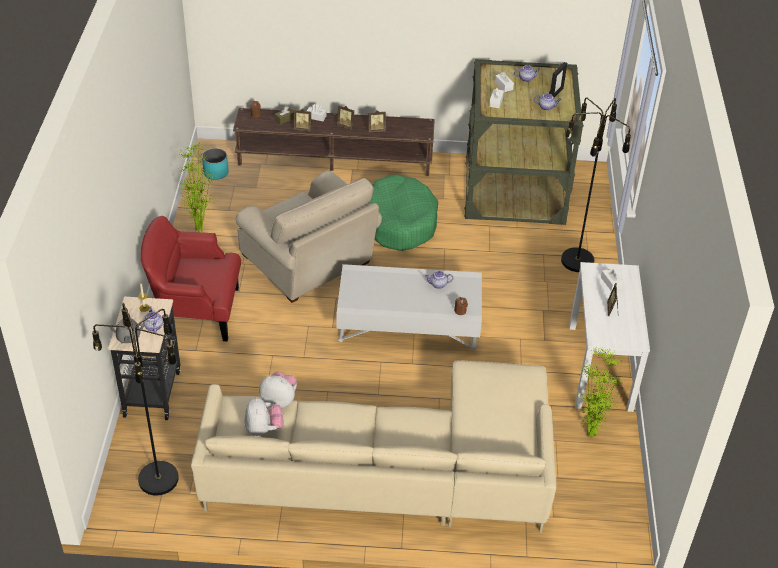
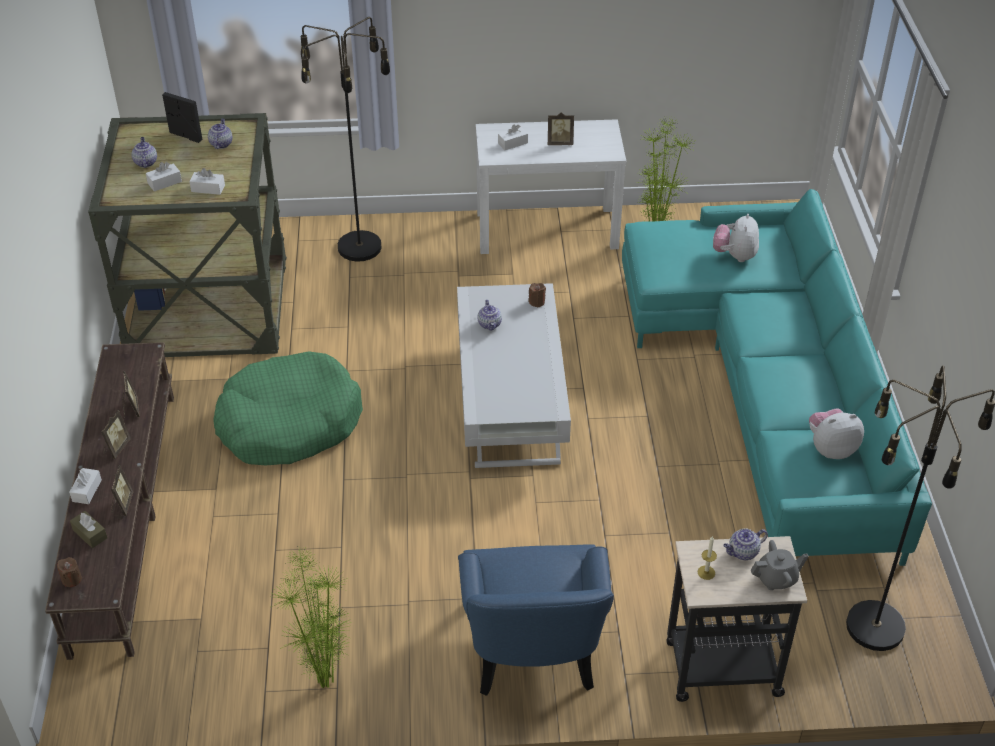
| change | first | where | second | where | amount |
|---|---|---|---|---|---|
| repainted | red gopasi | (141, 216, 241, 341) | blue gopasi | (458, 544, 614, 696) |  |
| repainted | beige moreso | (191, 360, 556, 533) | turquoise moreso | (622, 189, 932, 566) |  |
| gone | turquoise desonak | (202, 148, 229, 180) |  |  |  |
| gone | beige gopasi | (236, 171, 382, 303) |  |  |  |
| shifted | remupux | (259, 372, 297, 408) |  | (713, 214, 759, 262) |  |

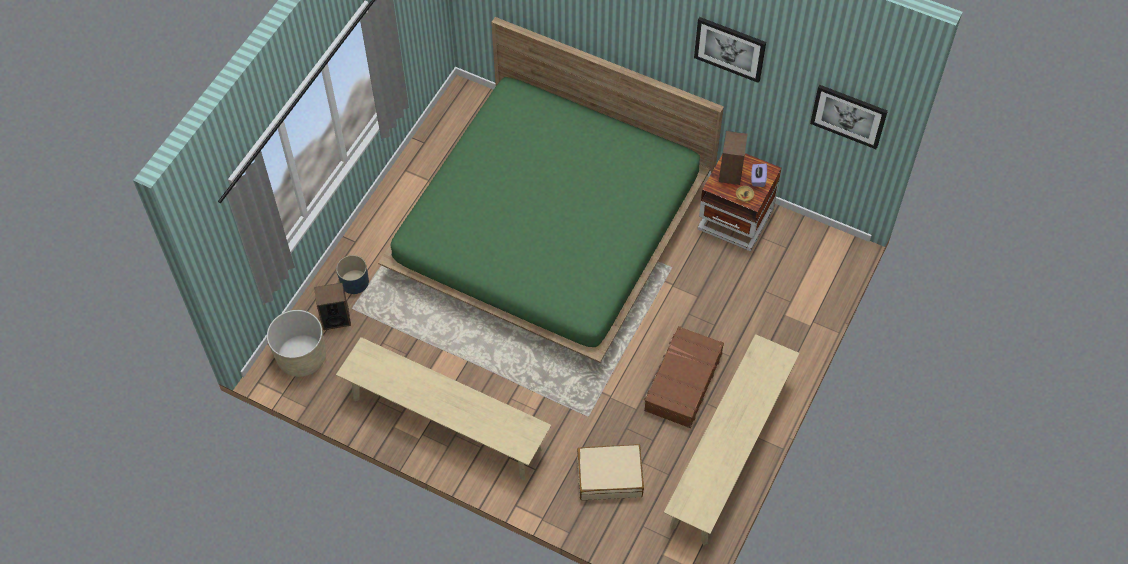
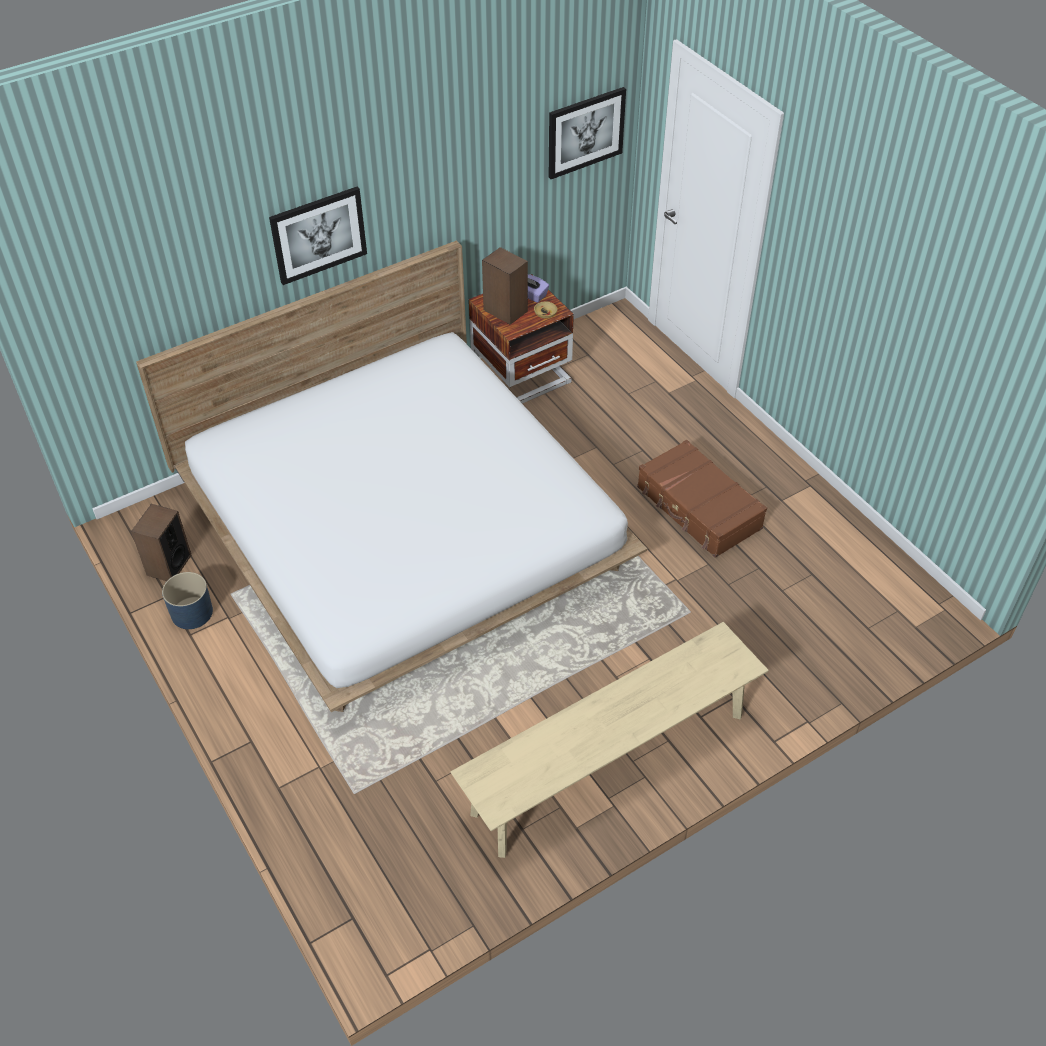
| change | first | where | second | where | amount |
|---|---|---|---|---|---|
| gone | beige desonak | (267, 310, 326, 377) |  |  |  |
| shifted | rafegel | (314, 283, 351, 330) |  | (131, 504, 191, 581) |  |
| shifted | blue desonak | (336, 255, 369, 294) |  | (162, 572, 213, 629) |  |
| repainted | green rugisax | (378, 17, 724, 363) | white rugisax | (136, 241, 647, 712) |  |
| gone | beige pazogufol | (577, 444, 644, 500) |  |  |  |
| gone | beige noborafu | (664, 334, 799, 545) |  |  |  |
| shifted | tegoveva | (694, 17, 766, 83) |  | (269, 187, 367, 285) |  |

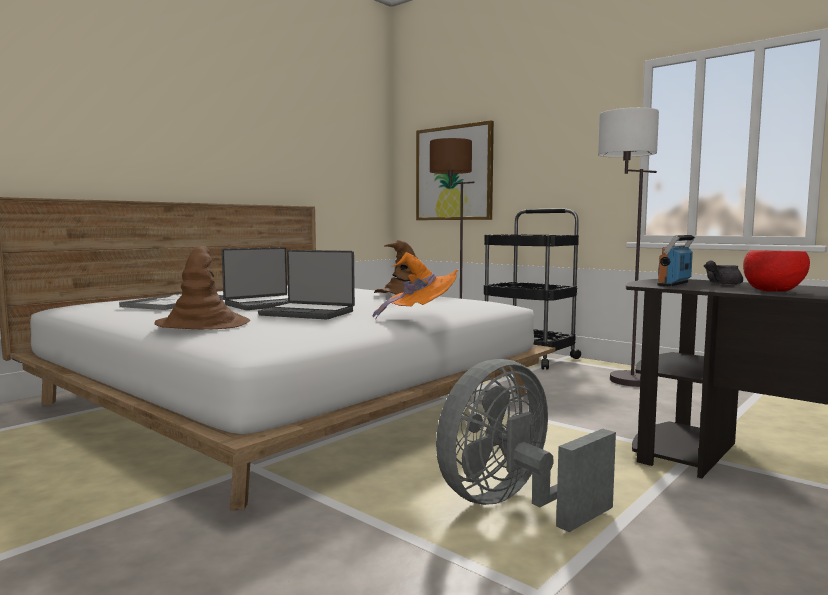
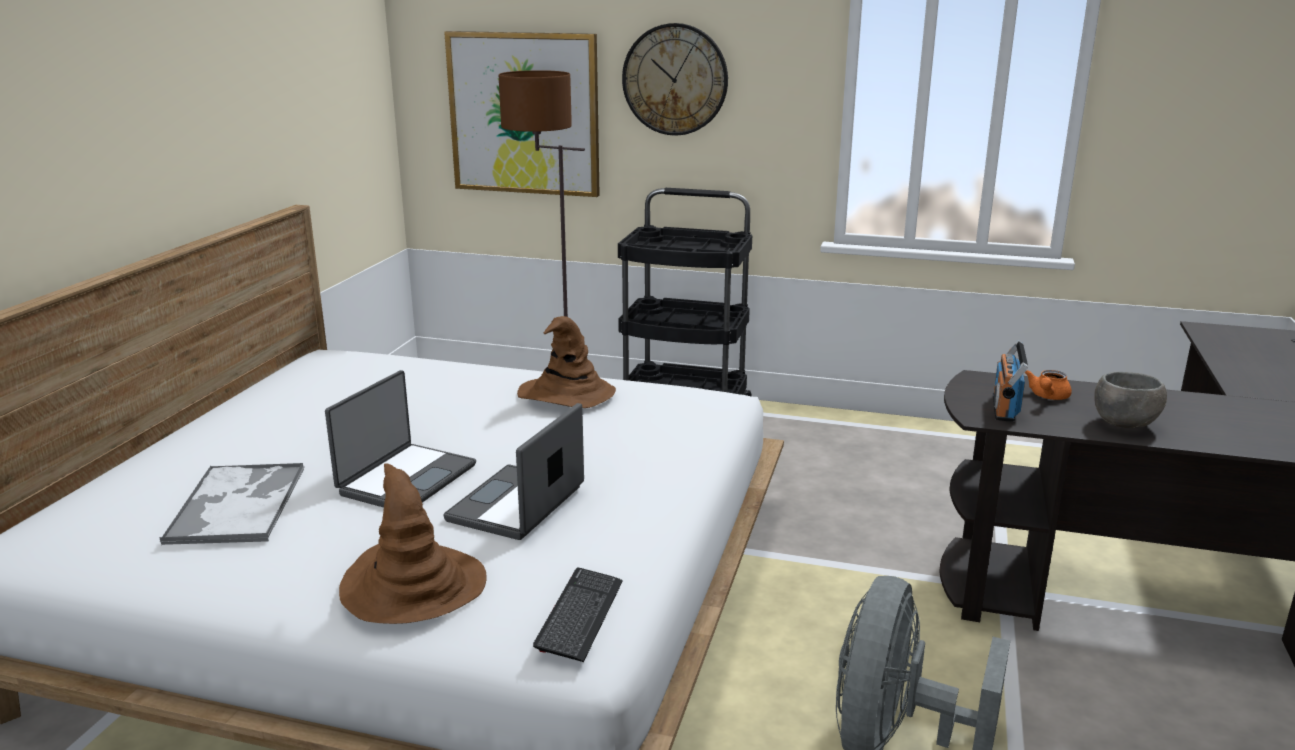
| change | first | where | second | where | amount |
|---|---|---|---|---|---|
| rotated | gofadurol | (258, 250, 355, 319) |  | (443, 403, 584, 540) | 120 degrees clockwise |
| gone | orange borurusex | (373, 252, 459, 319) |  |  |  |
| gone | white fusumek | (598, 107, 659, 387) |  |  |  |
| repainted | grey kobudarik | (704, 260, 743, 285) | orange kobudarik | (1025, 370, 1072, 400) |  |
| repainted | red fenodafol | (743, 250, 810, 292) | grey fenodafol | (1094, 372, 1167, 428) |  |
| new |  |  | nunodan | (533, 567, 623, 662) |  |
| new |  |  | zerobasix | (622, 23, 728, 135) |  |

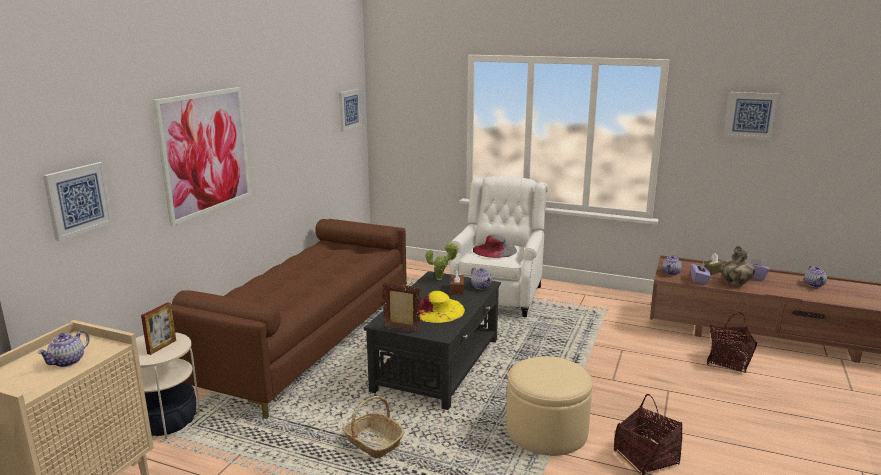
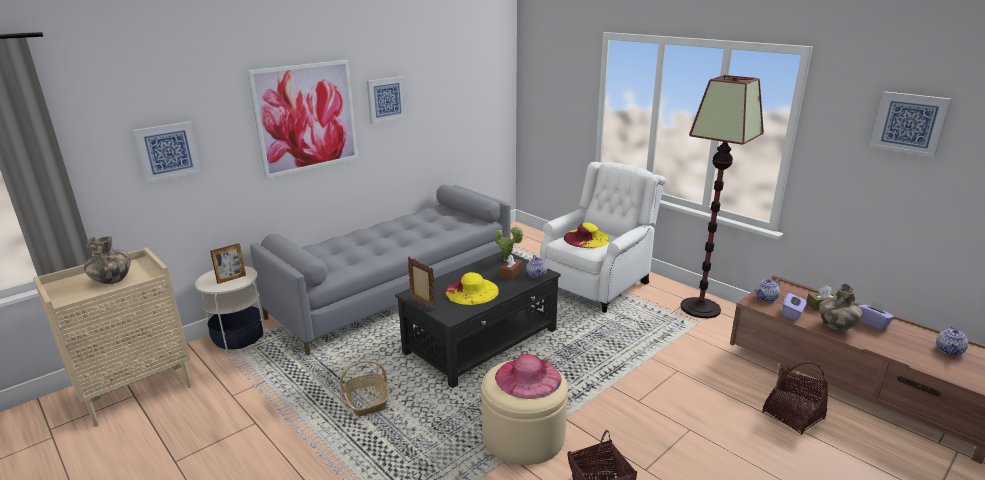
| change | first | where | second | where | amount |
|---|---|---|---|---|---|
| swapped | kobudarik | (37, 330, 89, 367) | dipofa | (84, 236, 131, 284) |  |
| repainted | brown moreso | (171, 219, 407, 419) | grey moreso | (250, 185, 511, 356) |  |
| shifted | tegoveva | (339, 89, 362, 132) |  | (367, 76, 407, 124) |  |
| repainted | grey borurusex | (473, 234, 517, 258) | yellow borurusex | (564, 223, 610, 248) |  |
| new |  |  | pink borurusex | (495, 354, 562, 399) |  |
| new |  |  | fusumek | (680, 75, 764, 319) |  |

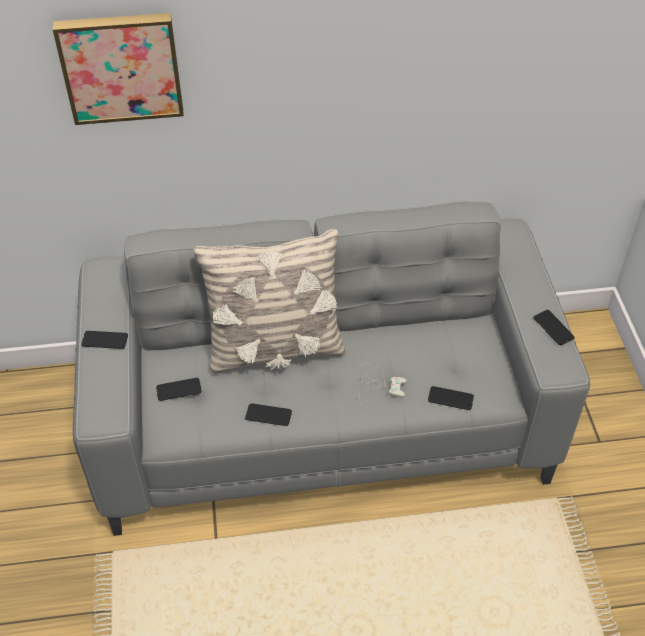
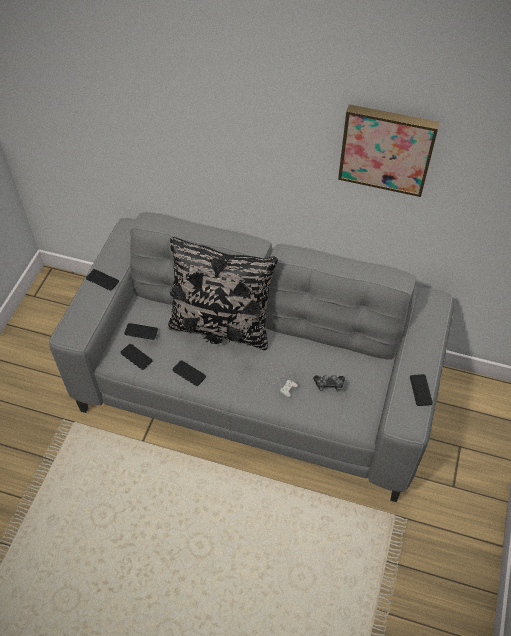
| change | first | where | second | where | amount |
|---|---|---|---|---|---|
| shifted | tegoveva | (53, 13, 184, 125) |  | (338, 104, 440, 197) |  |
| repainted | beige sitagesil | (194, 229, 346, 374) | black sitagesil | (168, 237, 278, 350) |  |
| shifted | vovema | (428, 386, 474, 410) |  | (120, 344, 152, 370) |  |
| new |  |  | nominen | (313, 375, 345, 391) |  |

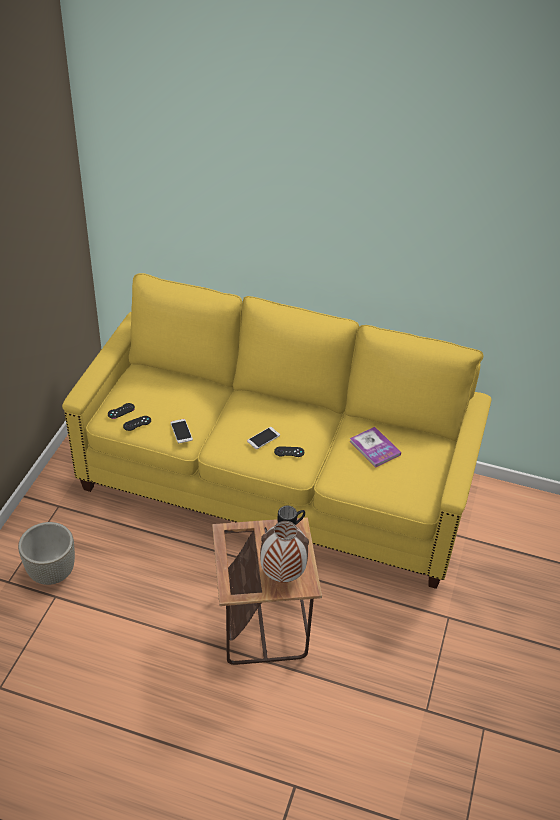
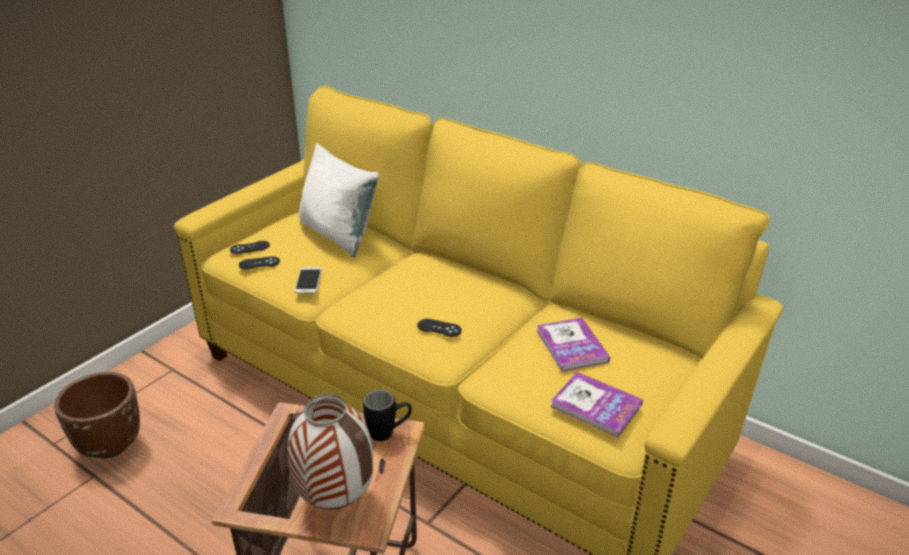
| change | first | where | second | where | amount |
|---|---|---|---|---|---|
| repainted | grey desonak | (18, 522, 75, 585) | brown desonak | (54, 372, 140, 458) |  |
| gone | vovema | (247, 427, 280, 449) |  |  |  |
| new |  |  | white sitagesil | (299, 143, 379, 257) |  |
| new |  |  | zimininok | (550, 372, 643, 437) |  |

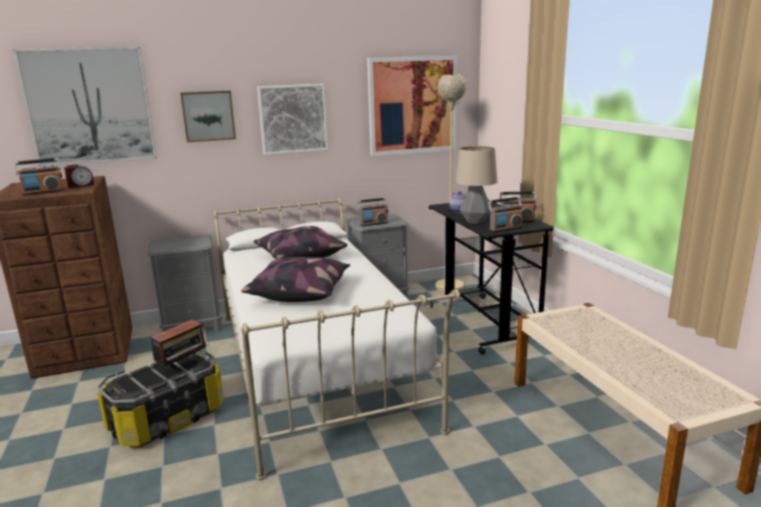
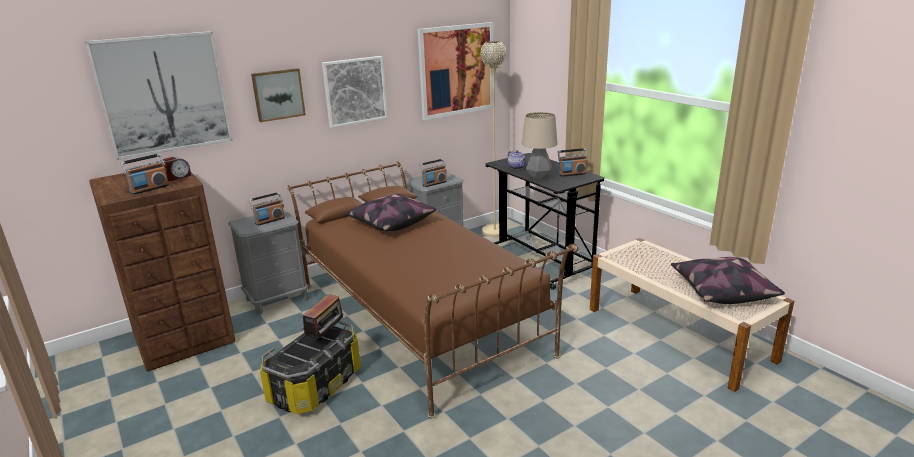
| change | first | where | second | where | amount |
|---|---|---|---|---|---|
| repainted | white rugisax | (213, 198, 460, 480) | brown rugisax | (287, 161, 578, 419) |  |
| shifted | sitagesil | (241, 257, 350, 302) |  | (671, 257, 785, 304) |  |
| shifted | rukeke | (488, 197, 523, 233) |  | (249, 192, 285, 226) |  |

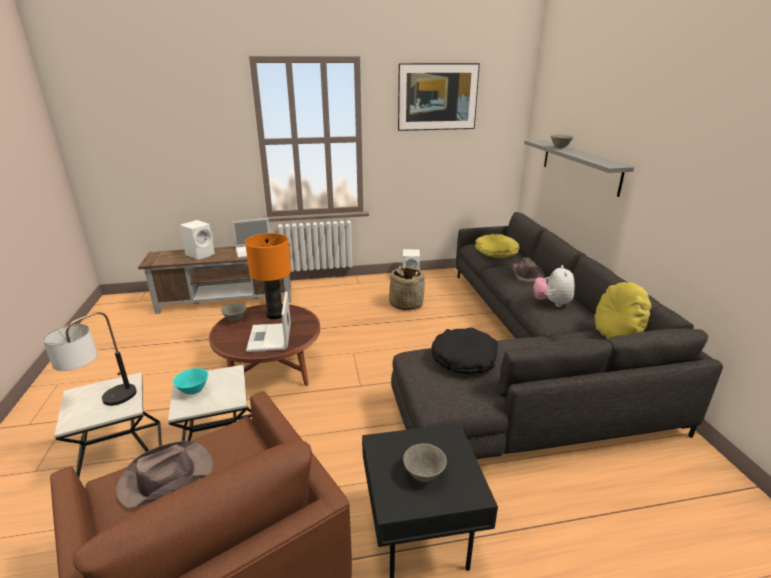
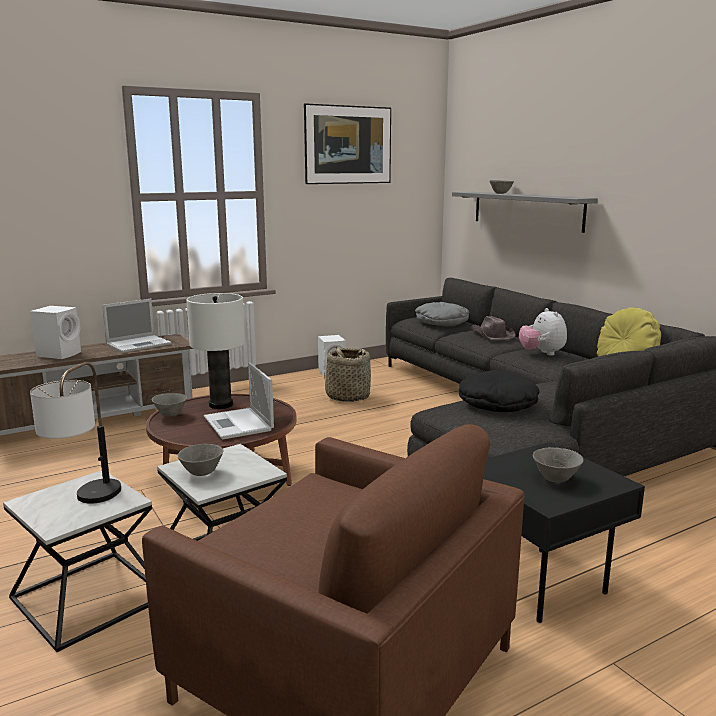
| change | first | where | second | where | amount |
|---|---|---|---|---|---|
| gone | brown borurusex | (116, 441, 213, 509) |  |  |  |
| repainted | turquoise fenodafol | (173, 368, 208, 395) | grey fenodafol | (178, 444, 224, 476) |  |
| repainted | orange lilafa | (245, 233, 291, 319) | white lilafa | (186, 293, 245, 409) |  |
| repainted | yellow sitagesil | (475, 234, 519, 258) | grey sitagesil | (415, 302, 469, 326) |  |

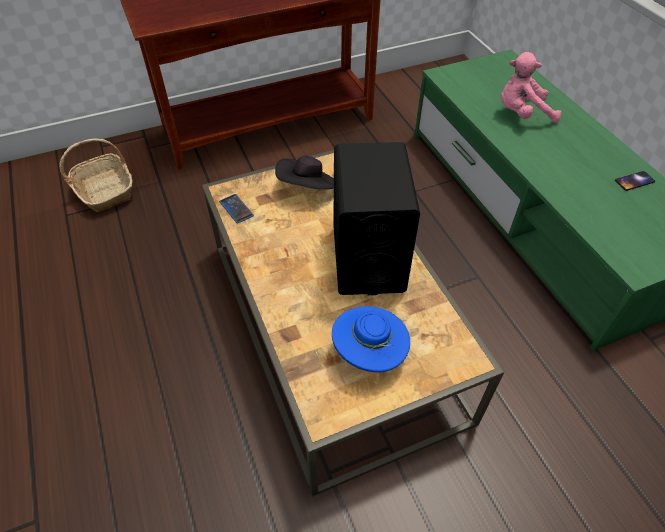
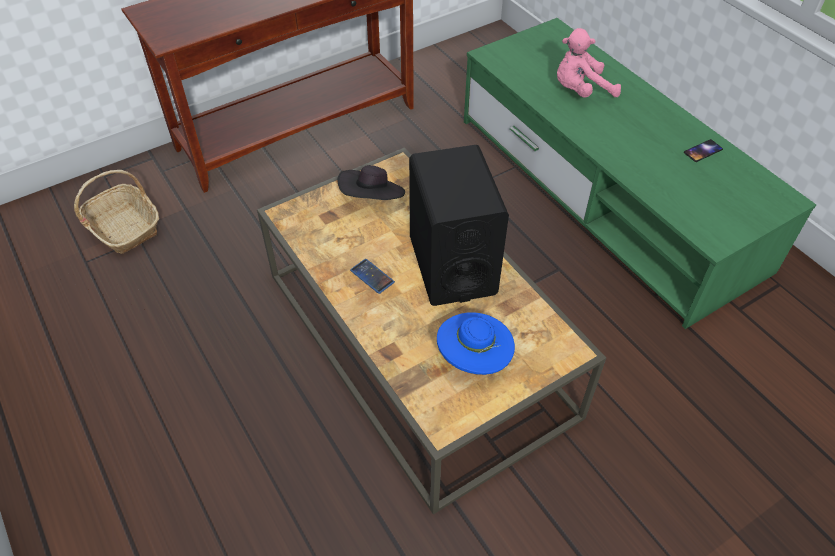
| change | first | where | second | where | amount |
|---|---|---|---|---|---|
| shifted | vovema | (219, 194, 254, 224) |  | (350, 259, 395, 294) |  |

